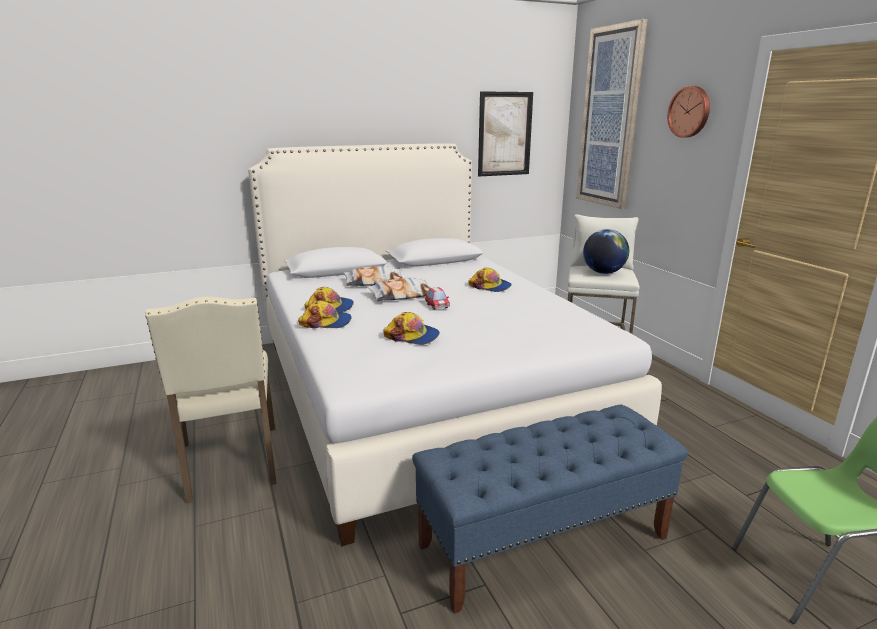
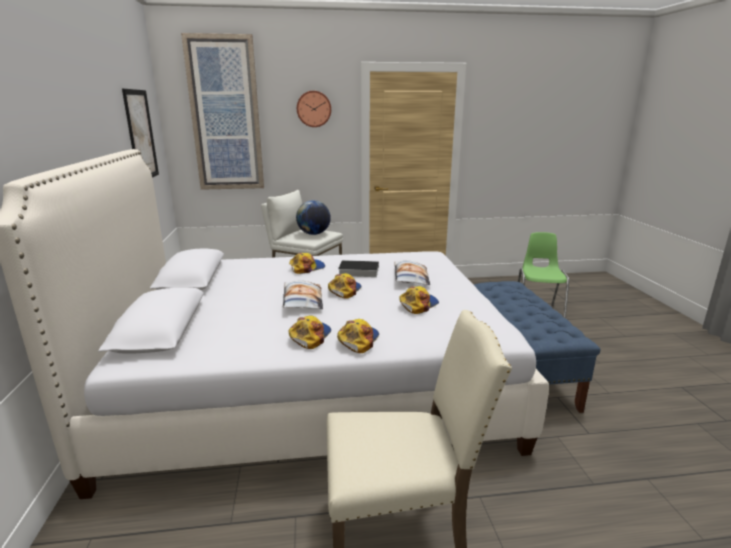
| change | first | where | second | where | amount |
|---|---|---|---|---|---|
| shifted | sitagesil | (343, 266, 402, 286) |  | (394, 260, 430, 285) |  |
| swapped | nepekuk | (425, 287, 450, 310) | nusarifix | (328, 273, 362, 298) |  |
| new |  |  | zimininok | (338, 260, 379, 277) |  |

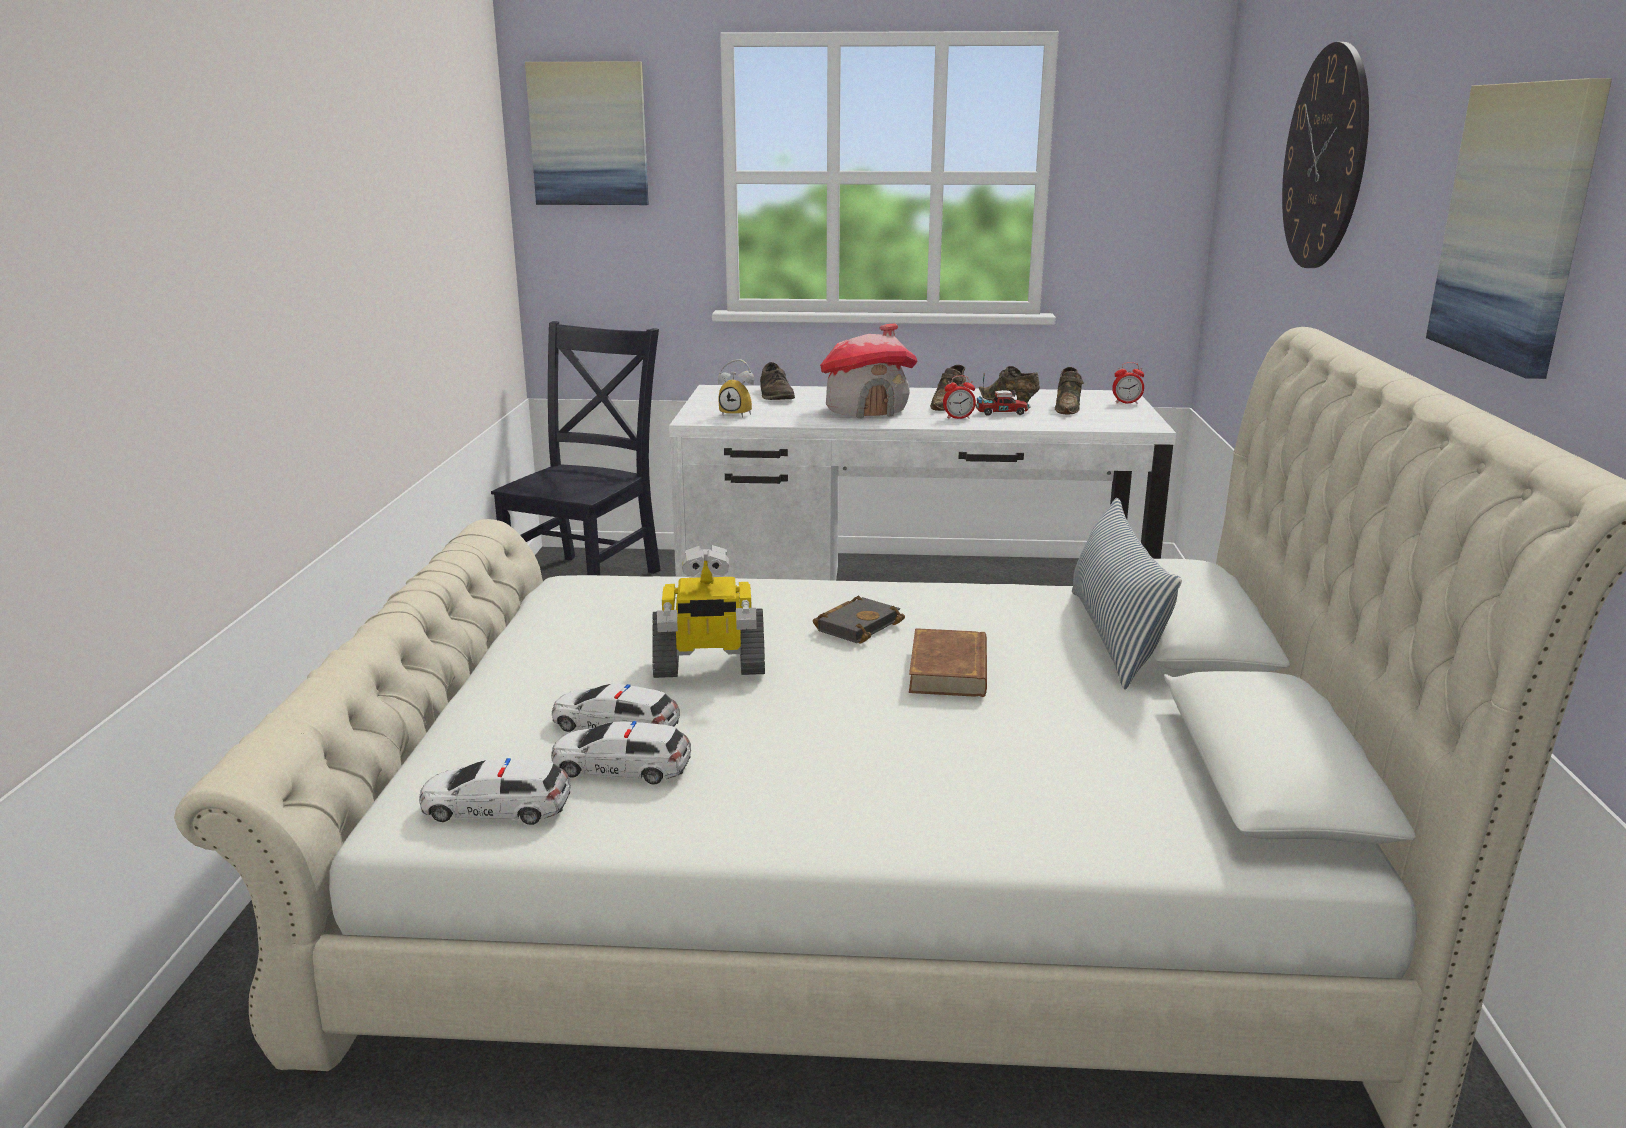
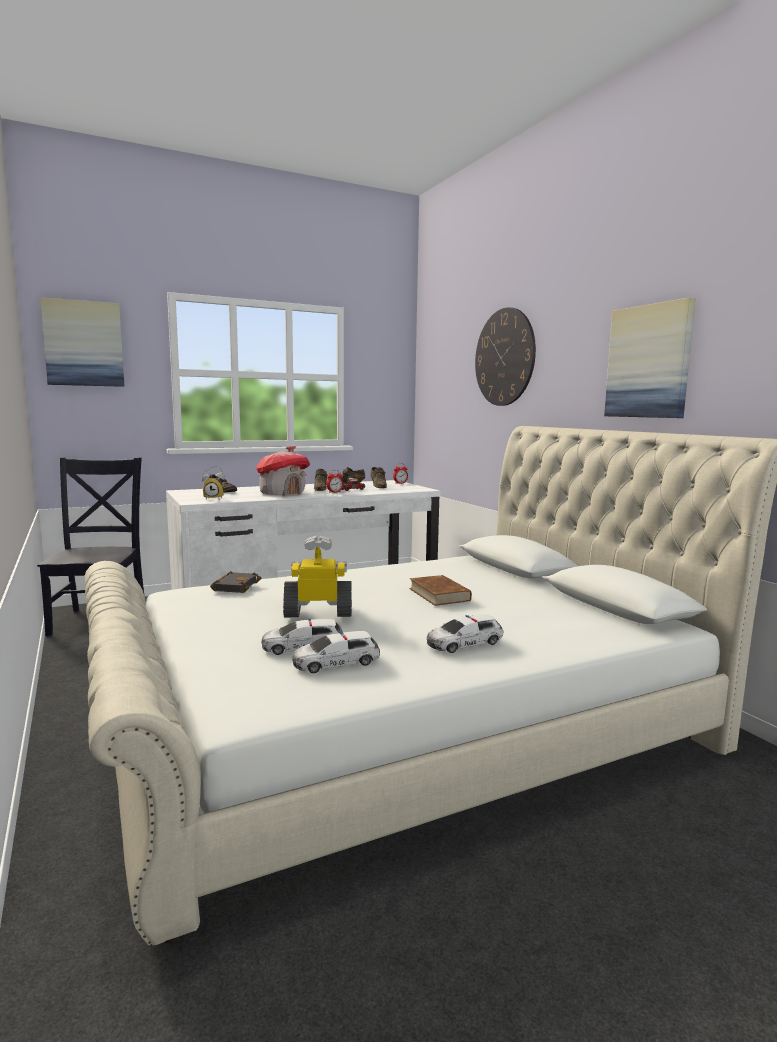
| change | first | where | second | where | amount |
|---|---|---|---|---|---|
| shifted | nepekuk | (419, 758, 571, 825) |  | (427, 614, 503, 653) |  |
| rotated | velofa | (652, 545, 765, 678) |  | (283, 536, 352, 617) | 150 degrees counterclockwise |
| shifted | black zimininok | (813, 596, 905, 643) |  | (210, 571, 261, 593) |  |
| gone | sitagesil | (1072, 498, 1182, 689) |  |  |  |

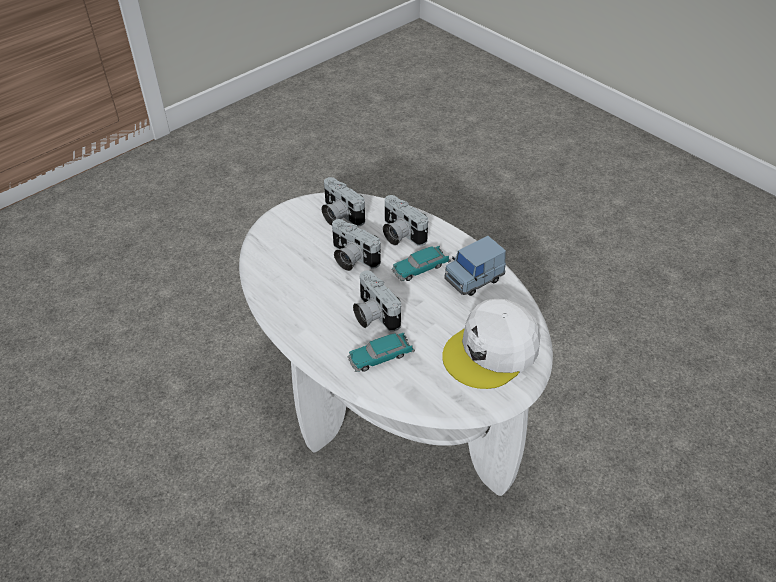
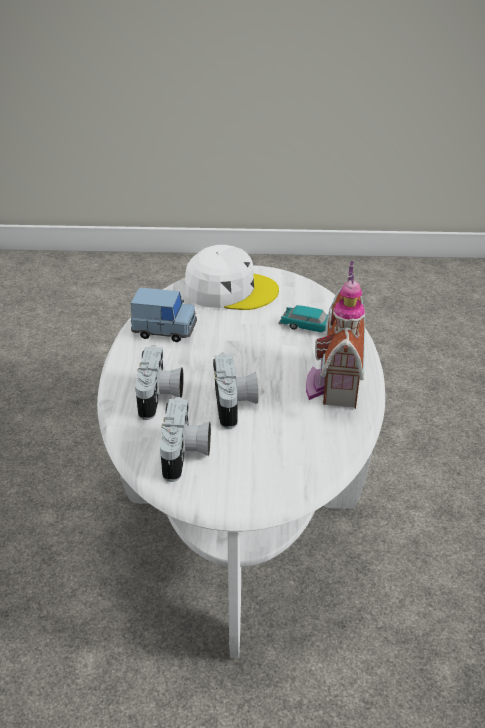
| change | first | where | second | where | amount |
|---|---|---|---|---|---|
| gone | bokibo | (353, 270, 401, 332) |  |  |  |
| gone | nepekuk | (391, 246, 451, 281) |  |  |  |
| new |  |  | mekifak | (306, 261, 365, 409) |  |

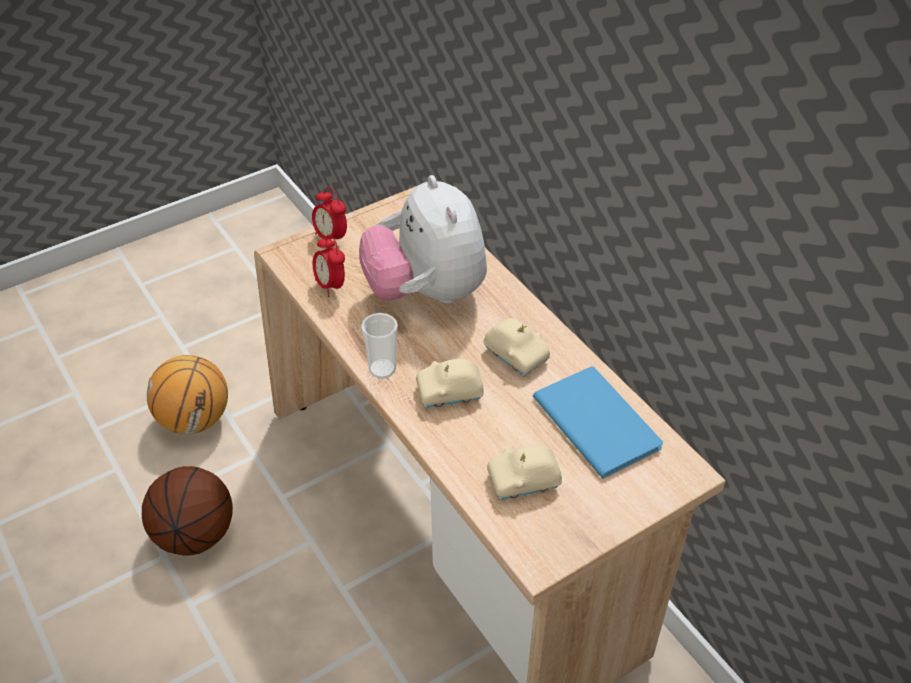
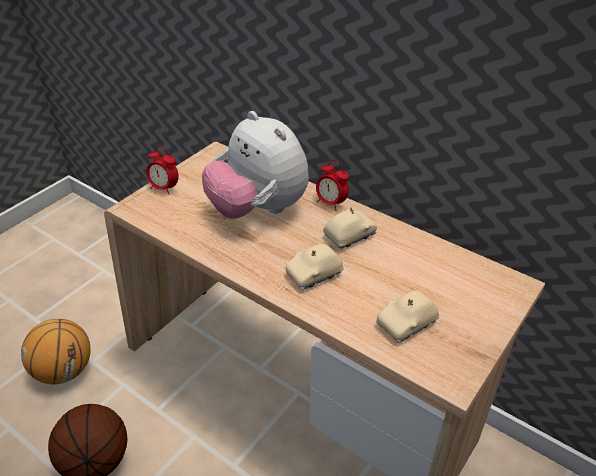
| change | first | where | second | where | amount |
|---|---|---|---|---|---|
| shifted | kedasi | (313, 234, 345, 297) |  | (316, 160, 349, 211) |  |
| gone | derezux | (361, 313, 398, 379) |  |  |  |
| rotated | beige nepekuk | (483, 318, 550, 376) |  | (323, 208, 377, 249) | 60 degrees counterclockwise |
| gone | blue zimininok | (533, 366, 663, 479) |  |  |  |

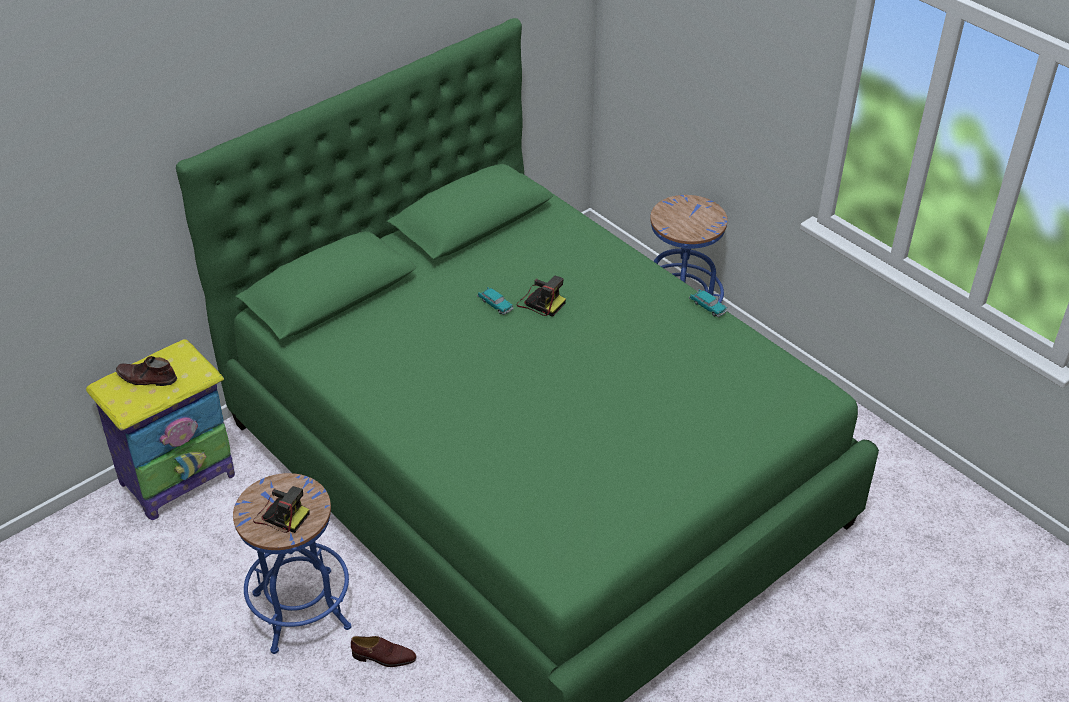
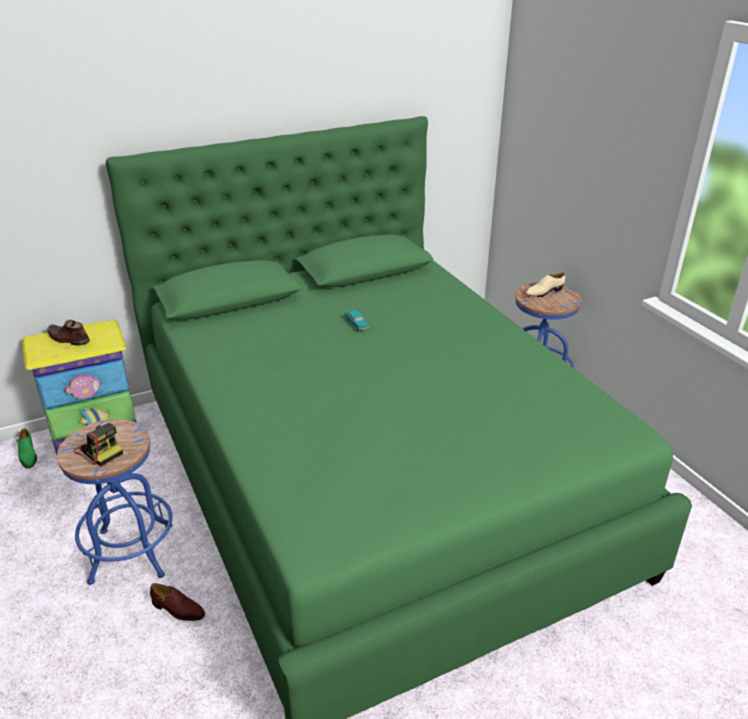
| change | first | where | second | where | amount |
|---|---|---|---|---|---|
| gone | bokibo | (516, 276, 566, 317) |  |  |  |
| gone | nepekuk | (689, 289, 728, 317) |  |  |  |
| new |  |  | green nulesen | (16, 428, 37, 469) |  |
| new |  |  | beige nulesen | (526, 273, 565, 297) |  |

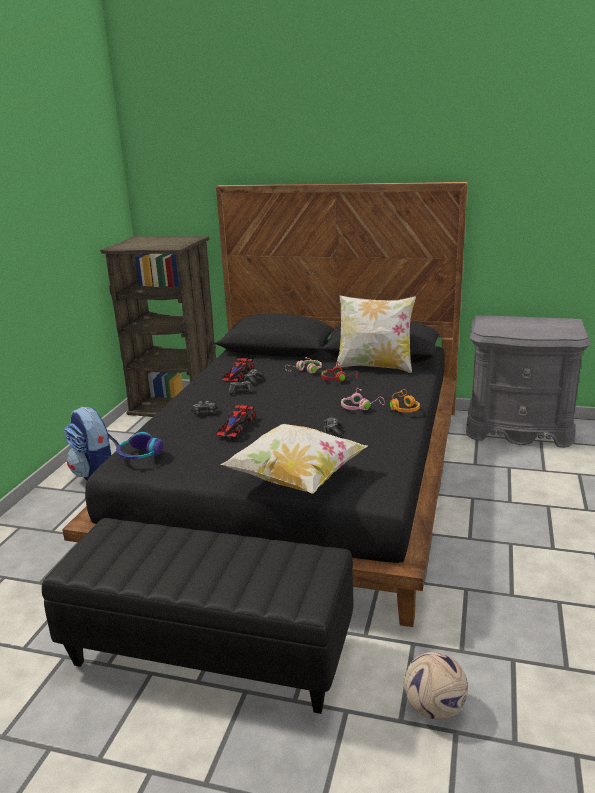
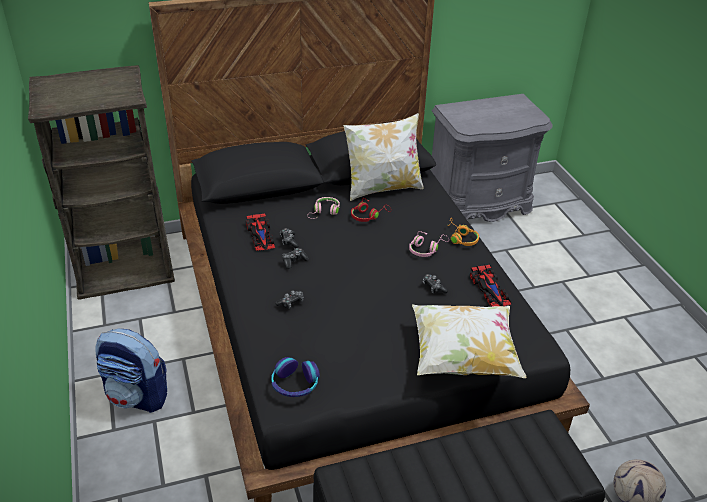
| change | first | where | second | where | amount |
|---|---|---|---|---|---|
| shifted | nepekuk | (216, 404, 255, 437) |  | (470, 264, 511, 307) |  |

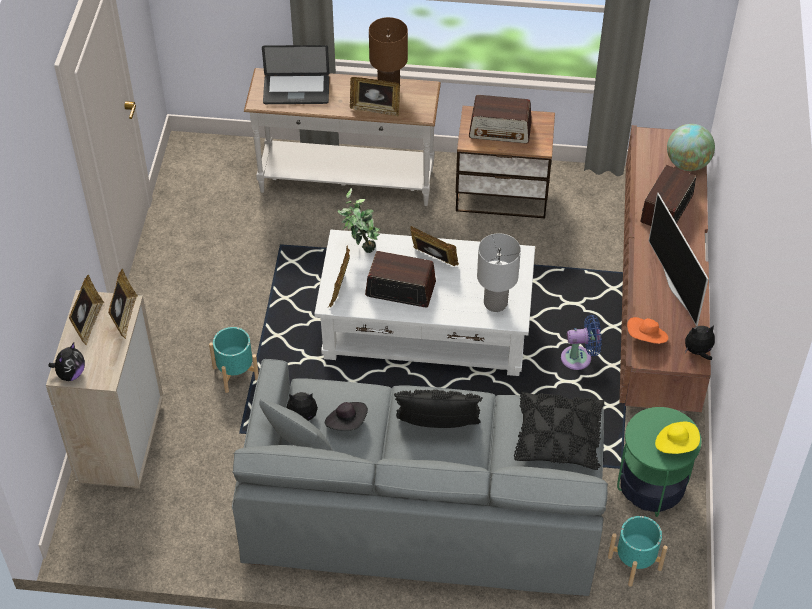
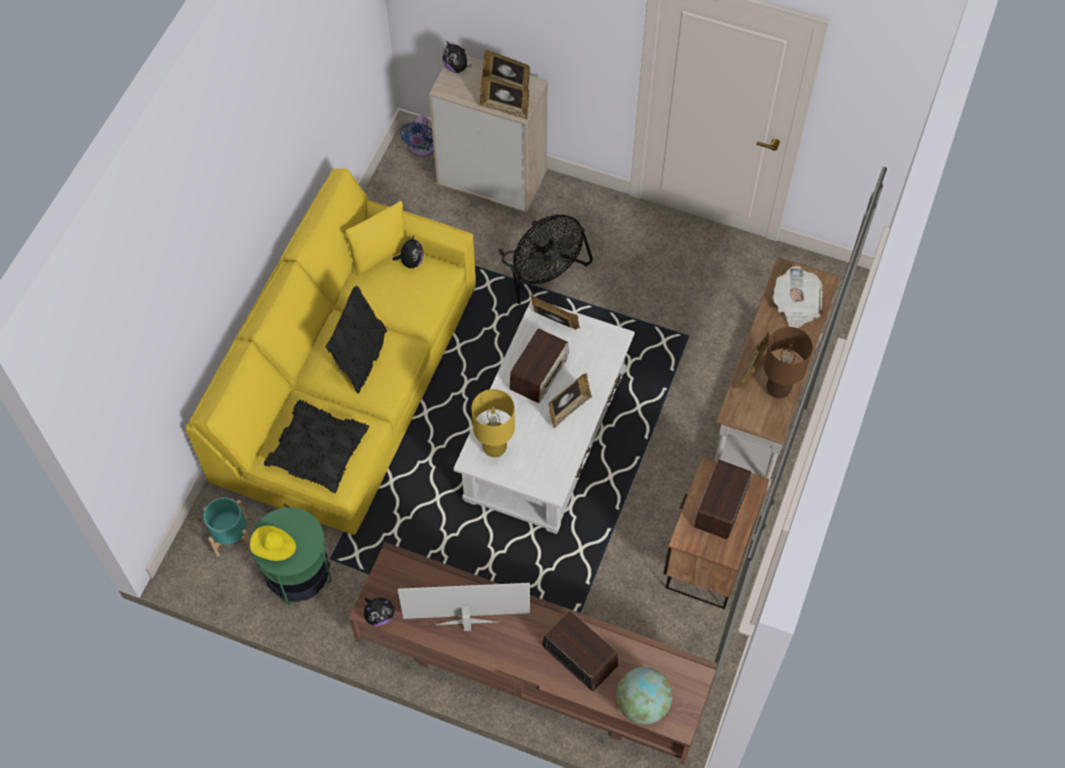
| change | first | where | second | where | amount |
|---|---|---|---|---|---|
| swapped | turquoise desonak | (209, 327, 259, 393) | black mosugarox | (498, 215, 593, 304) |  |
| repainted | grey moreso | (232, 359, 608, 596) | yellow moreso | (185, 168, 476, 535) |  |
| swapped | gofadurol | (262, 45, 329, 104) | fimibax | (773, 266, 823, 328) |  |
| gone | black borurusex | (325, 402, 368, 431) |  |  |  |
| gone | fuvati | (337, 188, 381, 253) |  |  |  |
| repainted | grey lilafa | (477, 233, 521, 312) | yellow lilafa | (472, 389, 515, 457) |  |
| shifted | blue mosugarox | (561, 315, 602, 370) |  | (400, 115, 434, 157) |  |
| gone | orange borurusex | (627, 317, 668, 344) |  |  |  |
| rotated | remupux | (685, 325, 715, 360) |  | (364, 598, 394, 626) | 60 degrees clockwise |

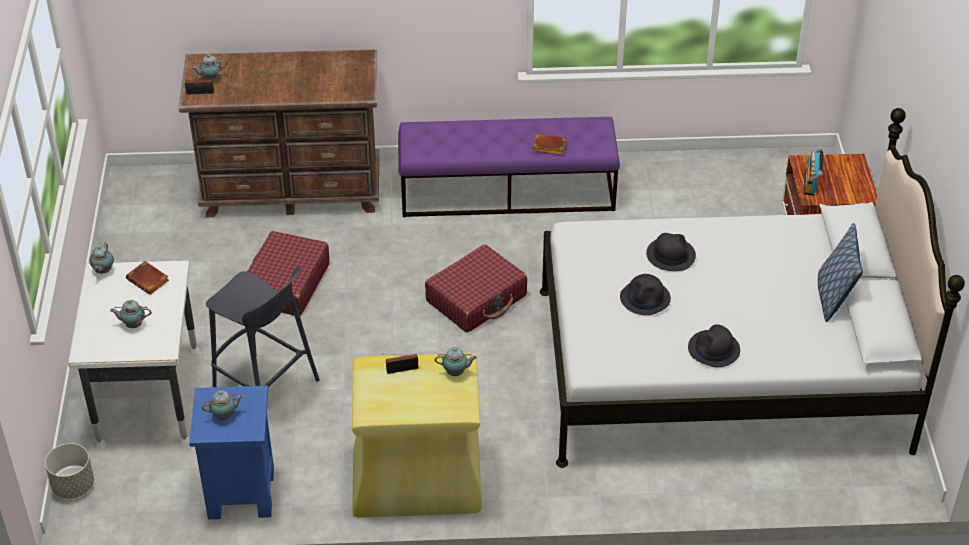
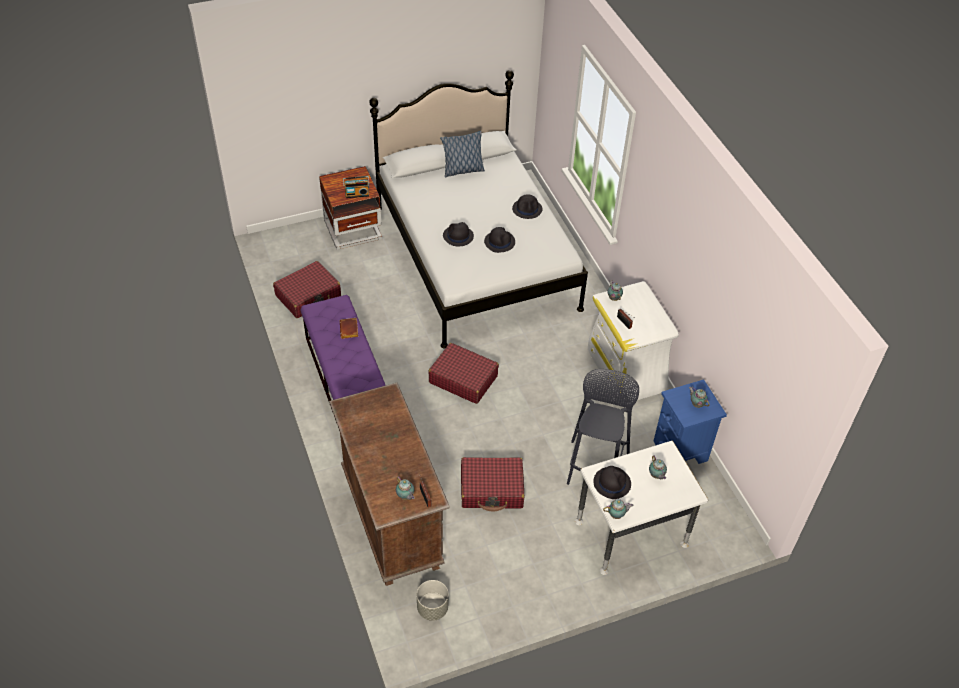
| change | first | where | second | where | amount |
|---|---|---|---|---|---|
| shifted | grey desonak | (45, 443, 94, 498) |  | (417, 580, 448, 621) |  |
| swapped | brown zimininok | (126, 261, 169, 295) | black borurusex | (593, 466, 631, 499) |  |
| repainted | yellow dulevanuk | (352, 353, 482, 517) | white dulevanuk | (588, 281, 679, 400) |  |
| new |  |  | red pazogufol | (273, 261, 341, 318) |  |

